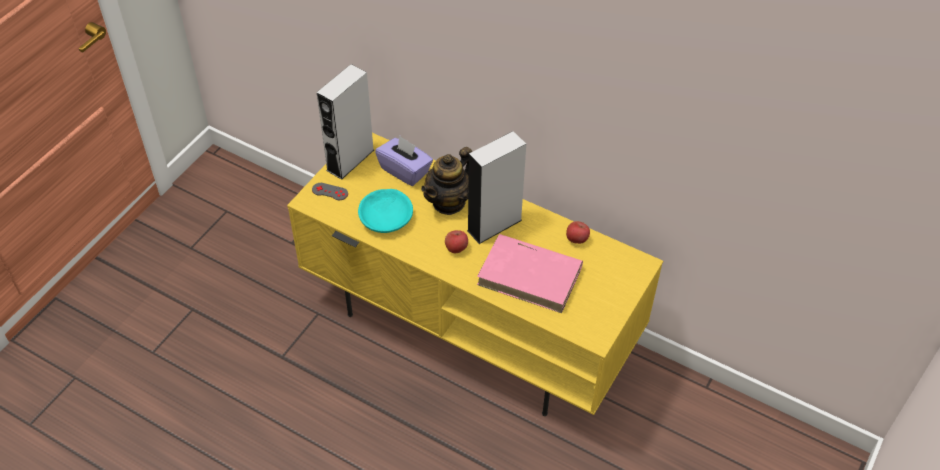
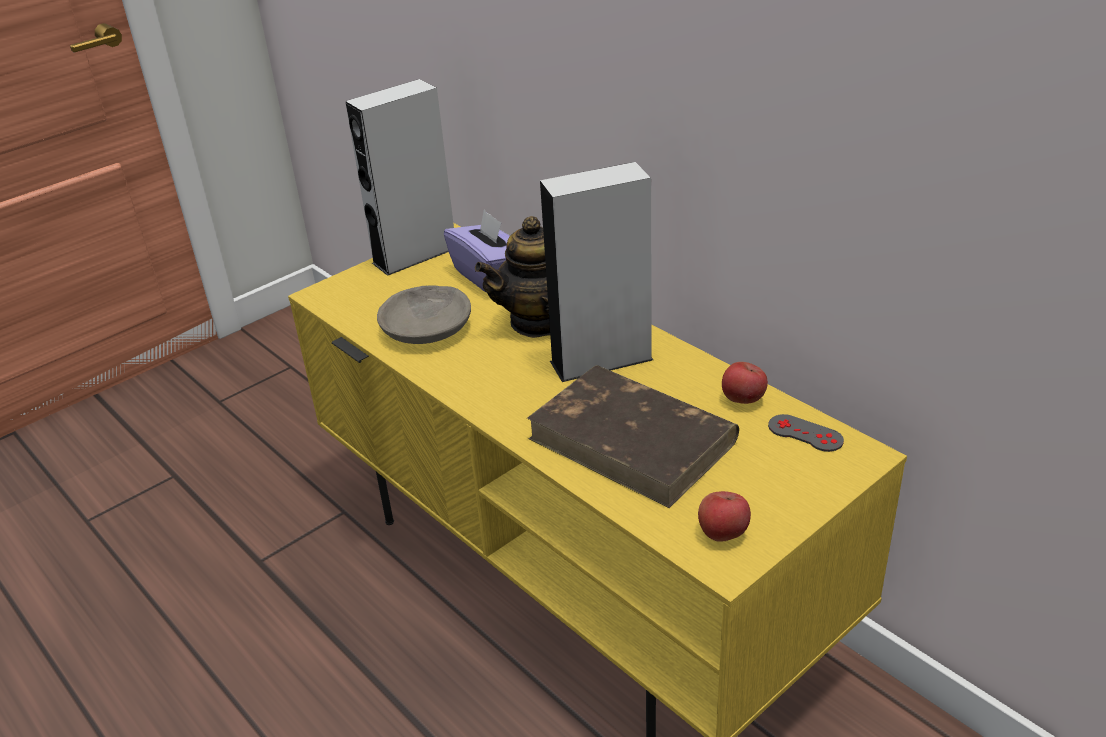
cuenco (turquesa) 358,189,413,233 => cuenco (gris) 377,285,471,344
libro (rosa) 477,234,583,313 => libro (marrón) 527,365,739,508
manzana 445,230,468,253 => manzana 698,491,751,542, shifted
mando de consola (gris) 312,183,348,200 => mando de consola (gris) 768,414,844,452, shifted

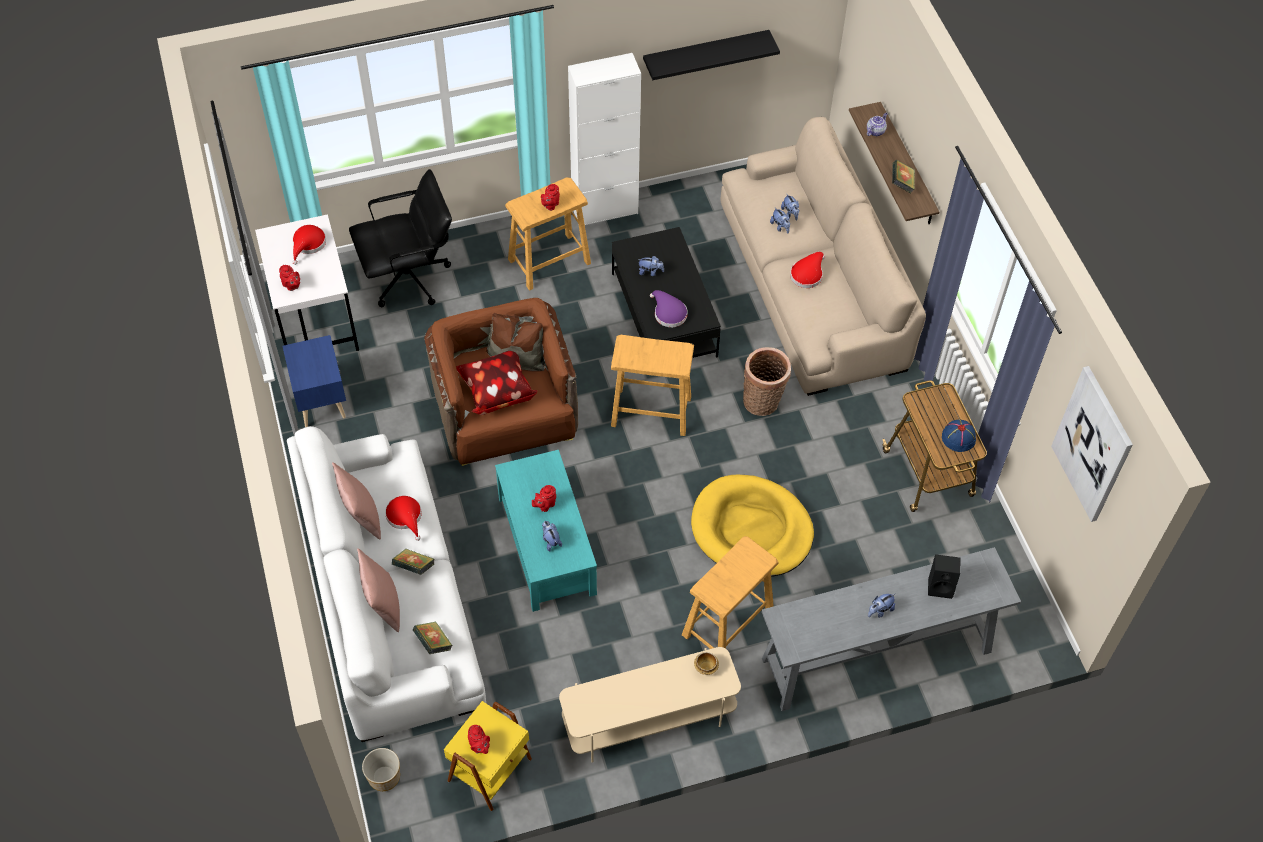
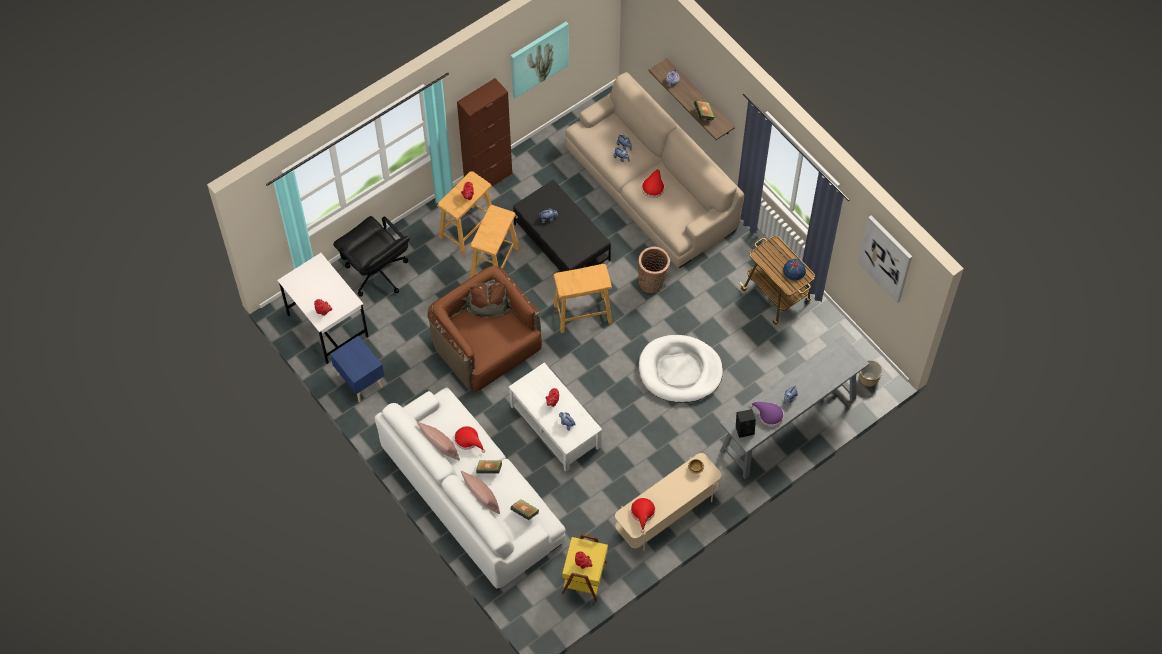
silla de oficina (negro) 349,169,452,307 => silla de oficina (negro) 333,216,410,297, 90 degrees clockwise
armario (blanco) 568,53,641,225 => armario (marrón) 457,78,512,186
taburete (beis) 682,536,779,649 => taburete (beis) 470,205,520,278, shifted
mesa de centro (turquesa) 495,450,597,612 => mesa de centro (blanco) 509,363,602,472
estante (negro) 643,30,780,80 => cuadro 511,22,569,98
sombrero (rojo) 292,225,326,265 => sombrero (rojo) 631,498,655,533, shifted
cama para perro (amarillo) 691,475,814,577 => cama para perro (blanco) 639,335,723,403
altavoz (negro) 928,554,960,599 => altavoz (negro) 736,409,756,438, shifted
sombrero (morado) 650,290,688,327 => sombrero (morado) 750,402,784,427, shifted
maceta 362,748,400,791 => maceta 859,360,883,387, shifted
cojín 456,351,538,415 => nothing

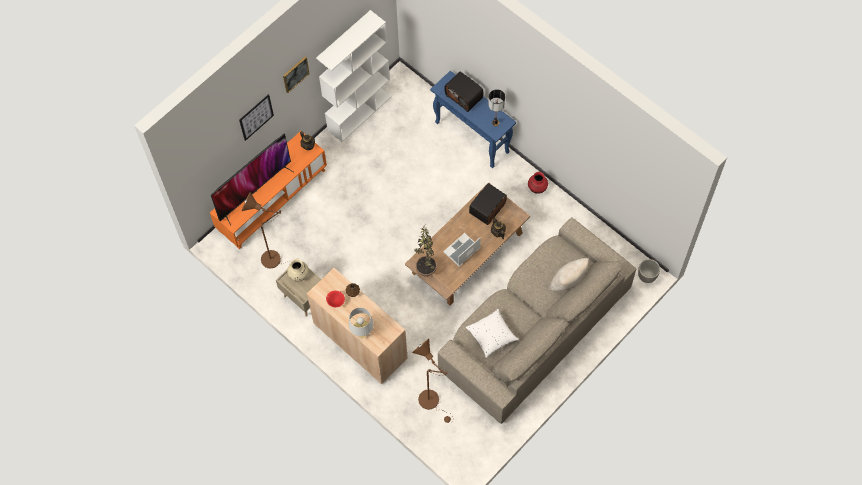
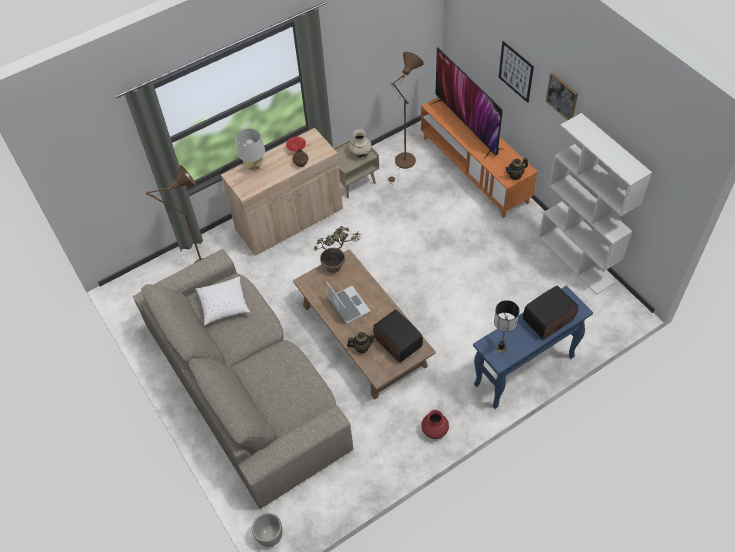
cojín (beis) 549,258,589,291 => nothing

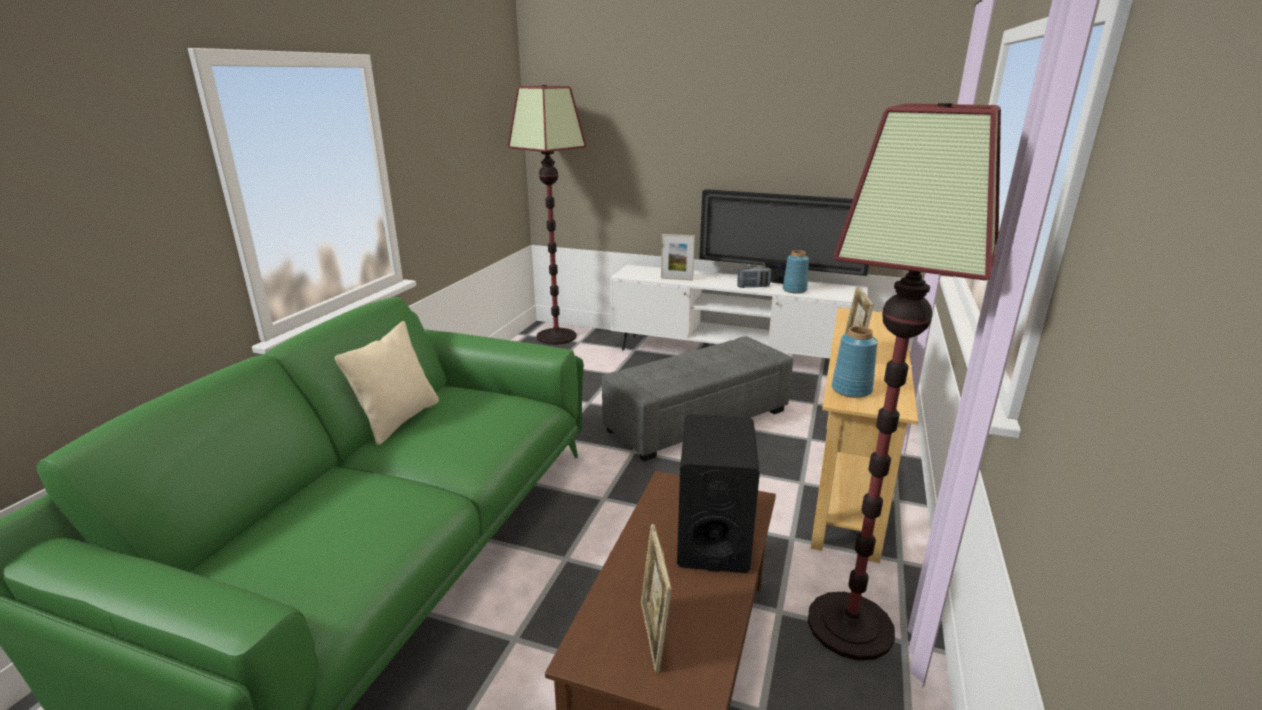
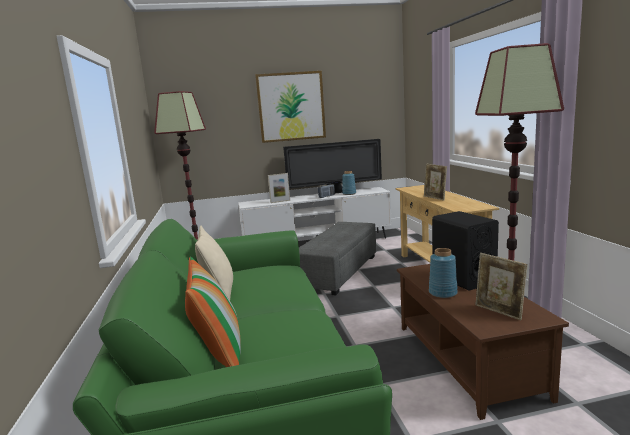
nothing => cojín 185,257,241,367
nothing => cuadro 255,71,326,143
florero (azul) 831,326,878,398 => florero (azul) 429,248,458,298, shifted

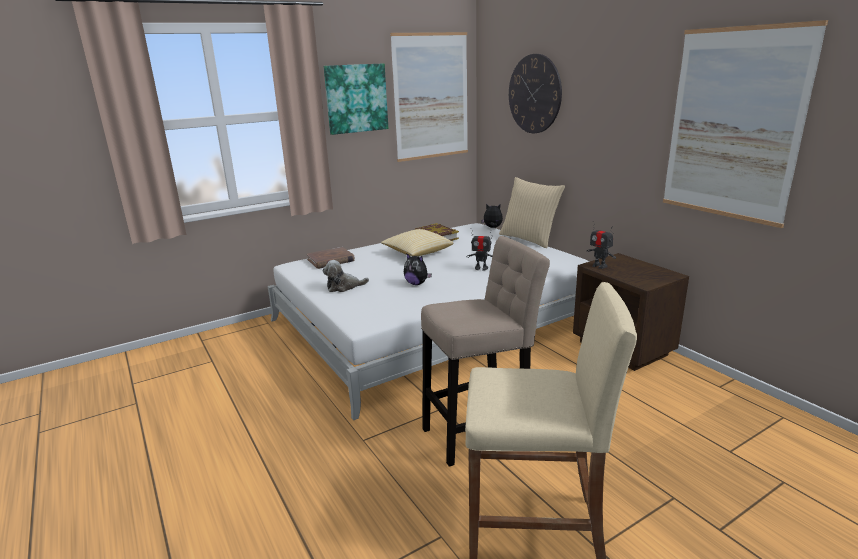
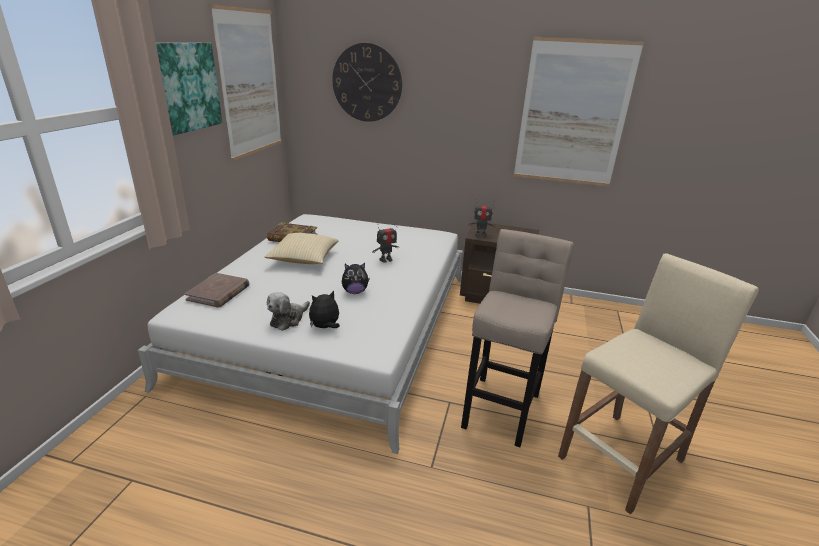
peluche 481,204,503,228 => peluche 309,291,340,328, shifted
cojín (beis) 499,177,565,248 => nothing

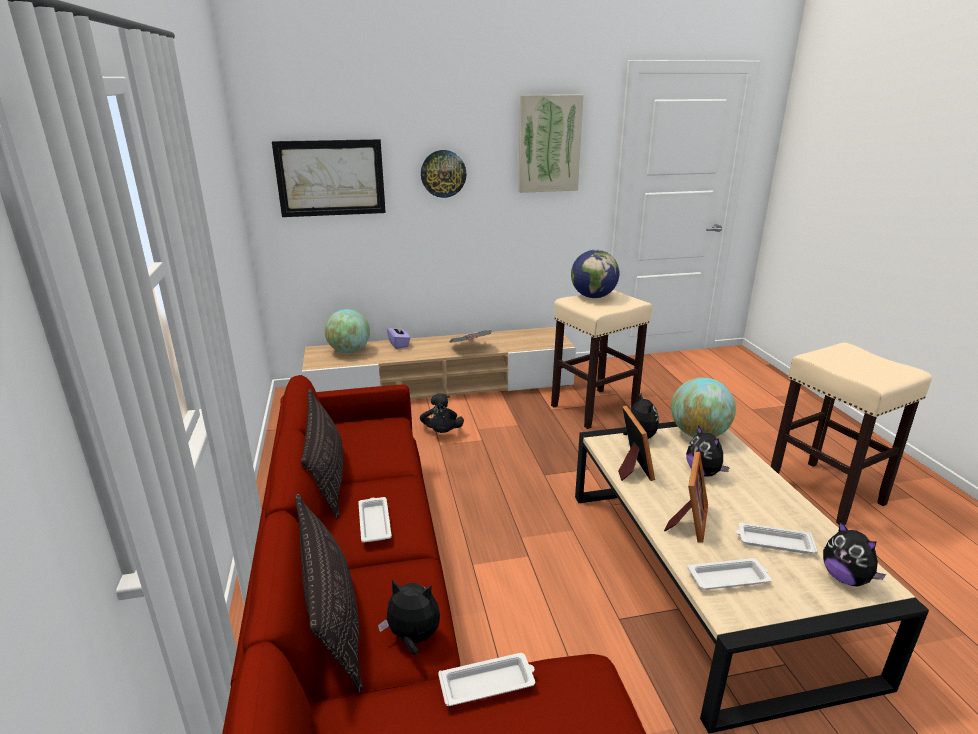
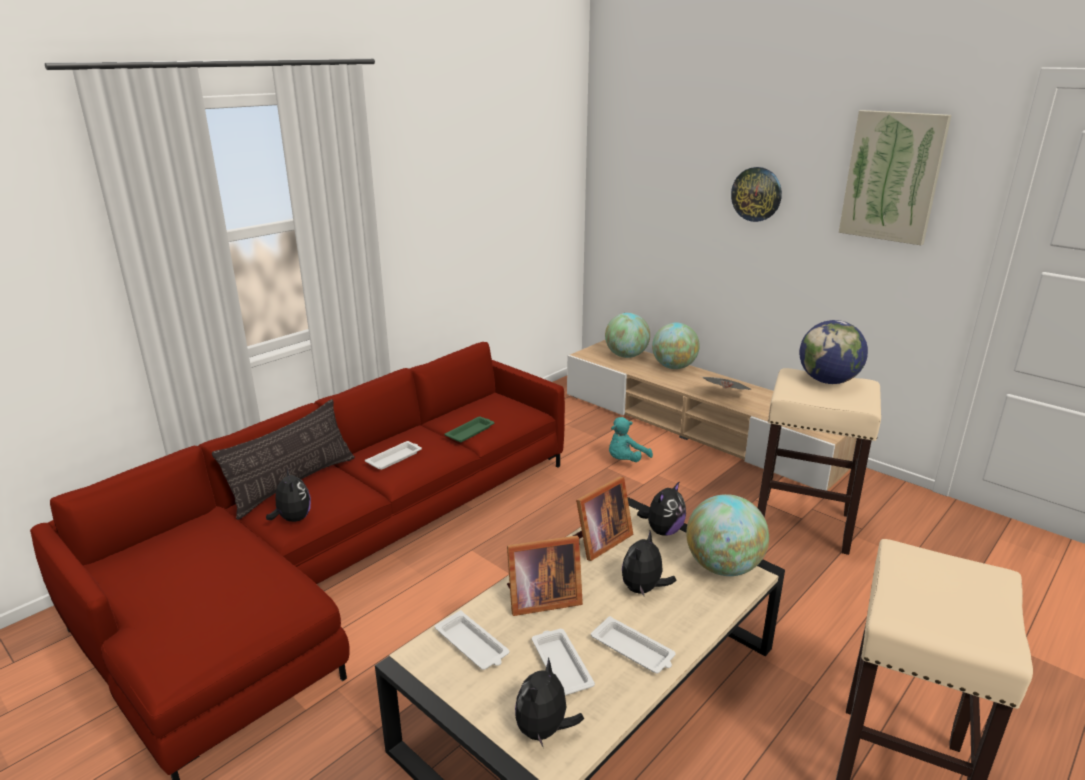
nothing => bandeja (verde) 444,417,494,442
bandeja (blanco) 438,653,535,706 => bandeja (blanco) 591,616,675,673, shifted
peluche (negro) 420,393,464,433 => peluche (turquesa) 609,417,653,462
caja de pañuelos (morado) 387,323,411,349 => globo terráqueo 652,322,700,369
cuadro 272,139,386,217 => nothing
cojín 301,389,343,519 => nothing

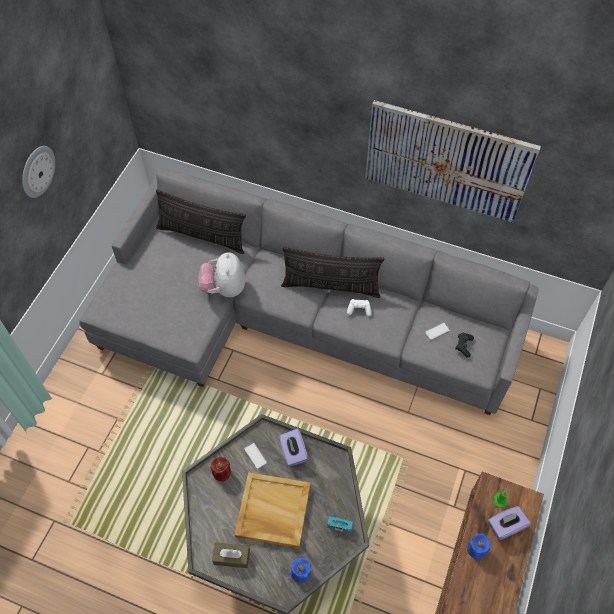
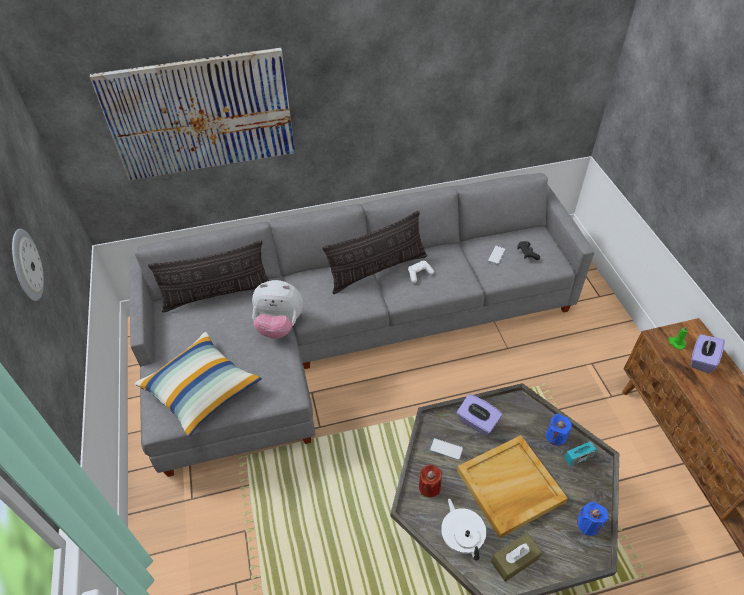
cuadro 365,100,541,222 => cuadro 90,48,295,180, shifted
nothing => cojín 135,332,262,437
peluche 199,252,245,297 => peluche 252,280,303,339, 45 degrees counterclockwise
nothing => tetera (blanco) 441,499,486,561
vela (azul) 467,533,491,559 => vela (azul) 546,414,572,446, shifted

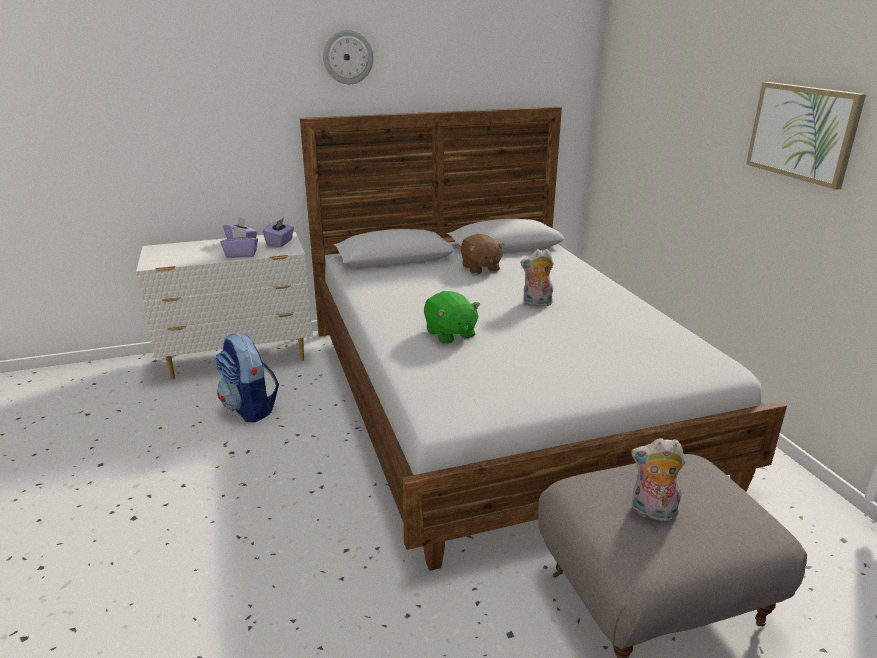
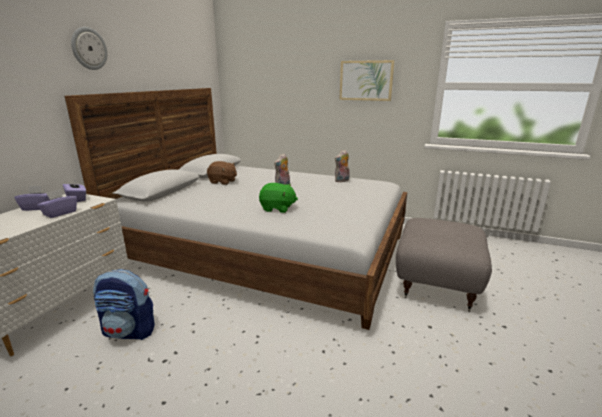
peluche 631,438,686,521 => peluche 335,150,350,183, shifted

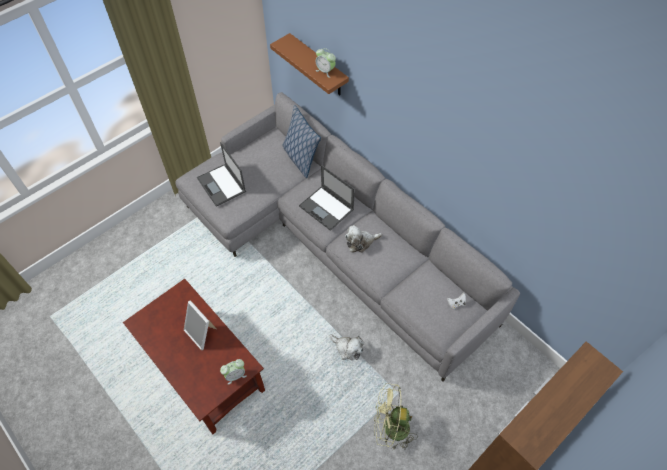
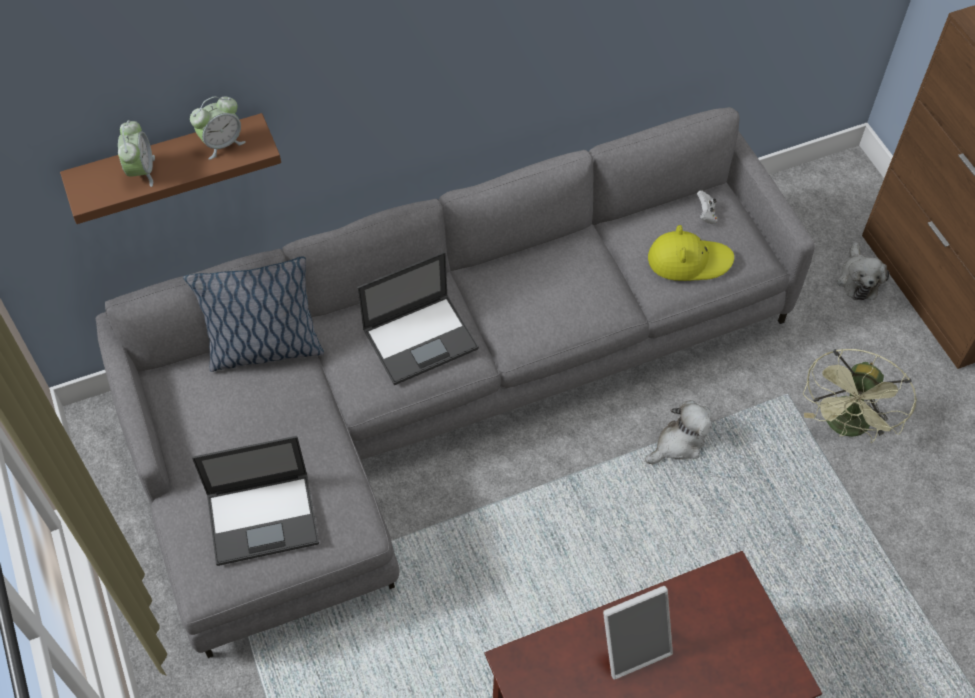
despertador 220,359,247,384 => despertador 118,120,155,187, shifted
nothing => sombrero (amarillo) 648,225,734,281
peluche 345,225,383,253 => peluche 837,242,889,300, shifted

